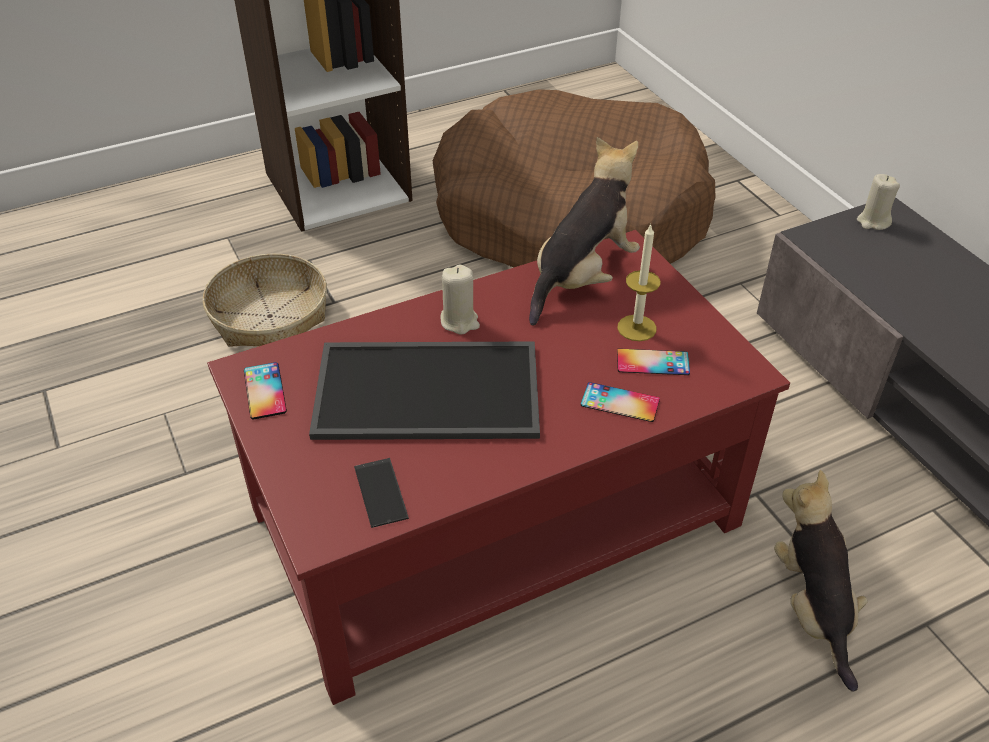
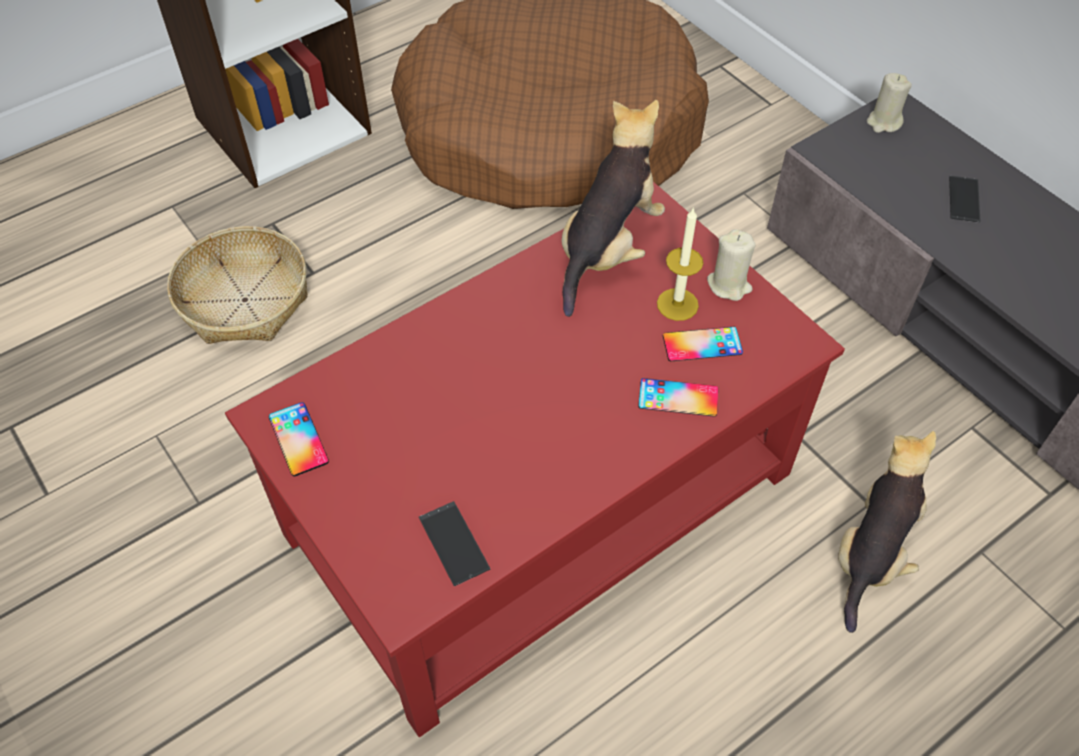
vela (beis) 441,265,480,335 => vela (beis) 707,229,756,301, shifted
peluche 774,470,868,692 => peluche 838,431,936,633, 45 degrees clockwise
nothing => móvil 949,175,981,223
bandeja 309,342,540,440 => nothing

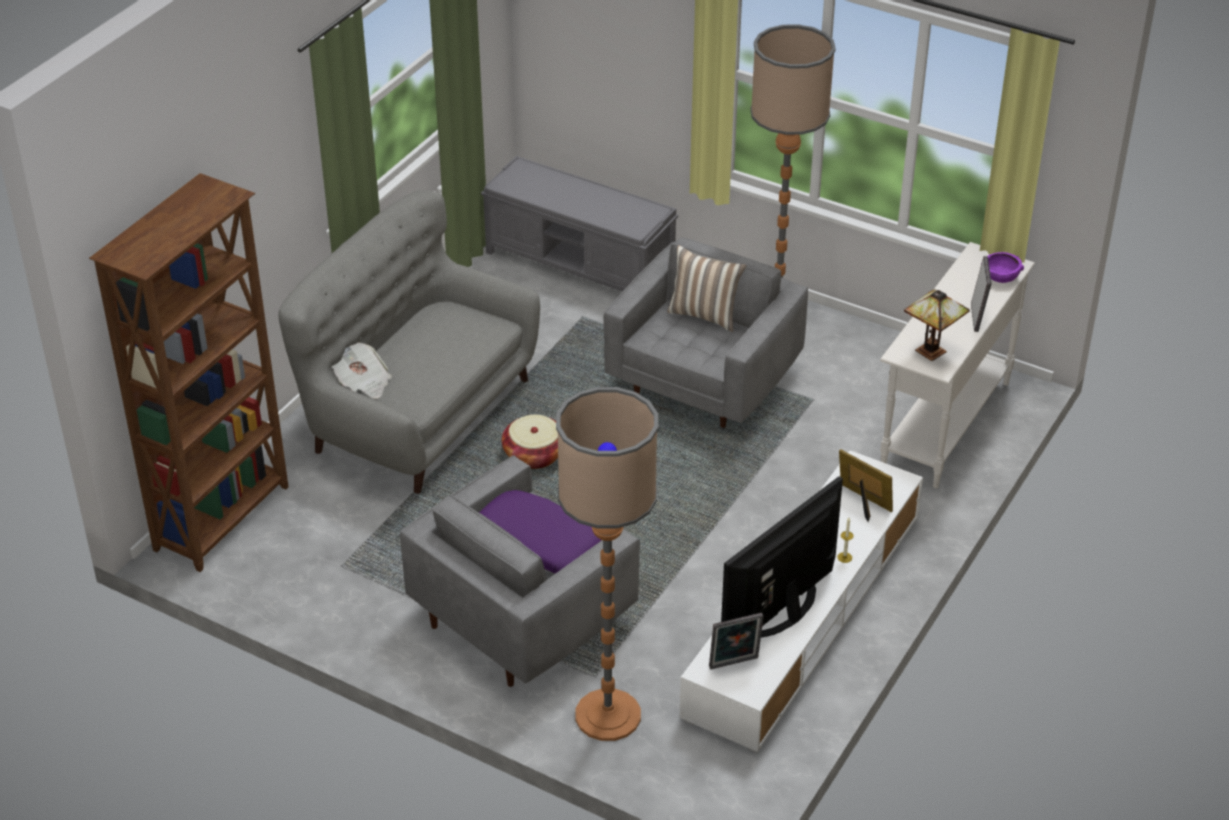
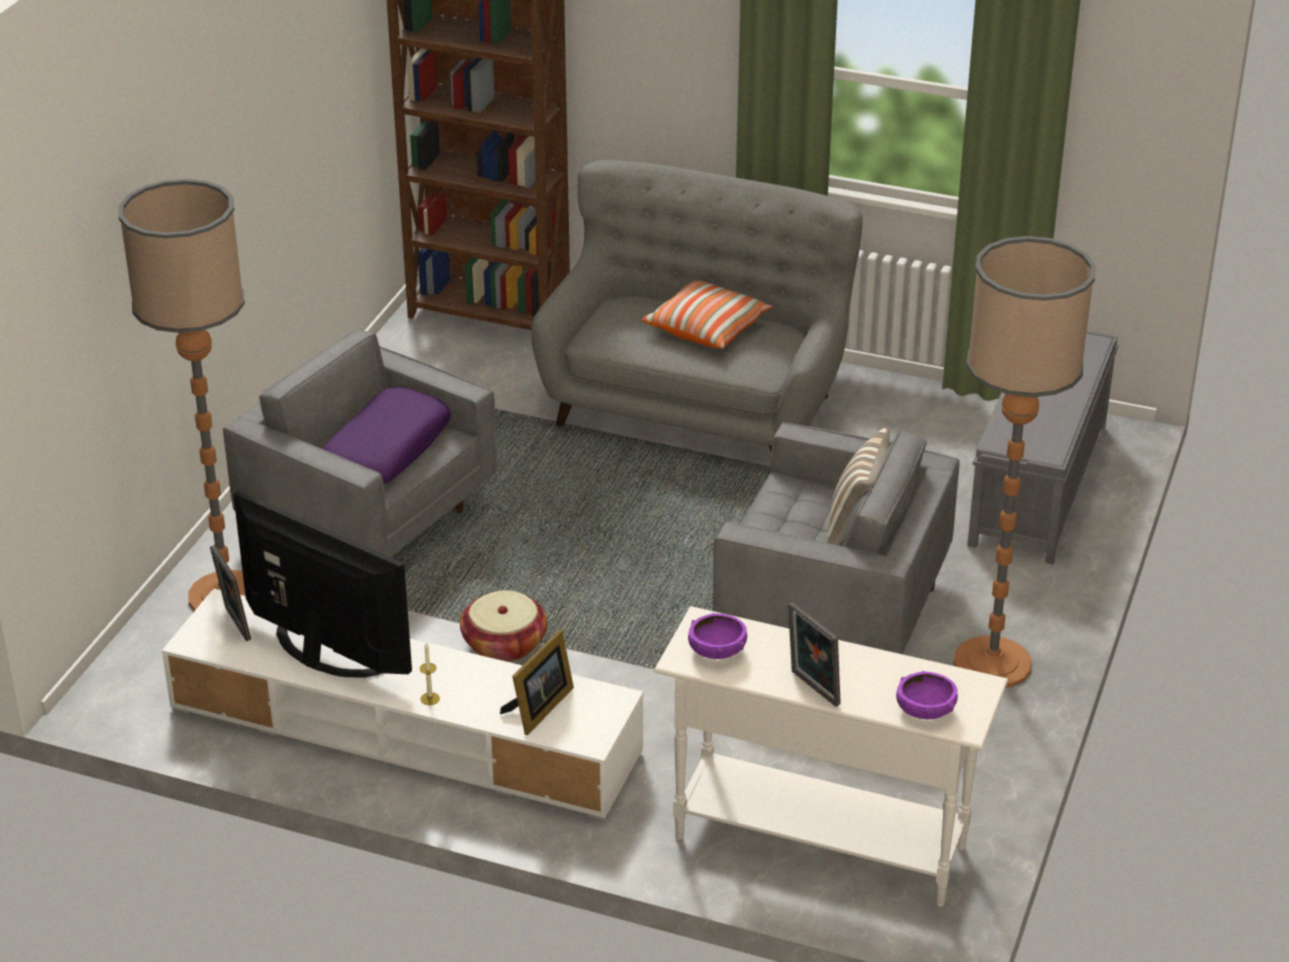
cesta 502,415,558,469 => cesta 460,590,547,662, shifted
nothing => cojín 642,281,772,349
lámpara de mesa 904,289,970,361 => cuenco (morado) 688,613,747,659
portarretratos 971,256,992,332 => portarretratos 788,602,841,707, 60 degrees clockwise
periódico 332,342,392,399 => nothing

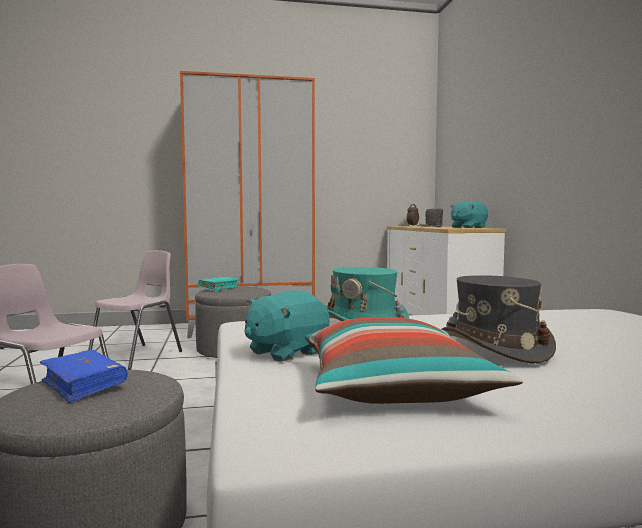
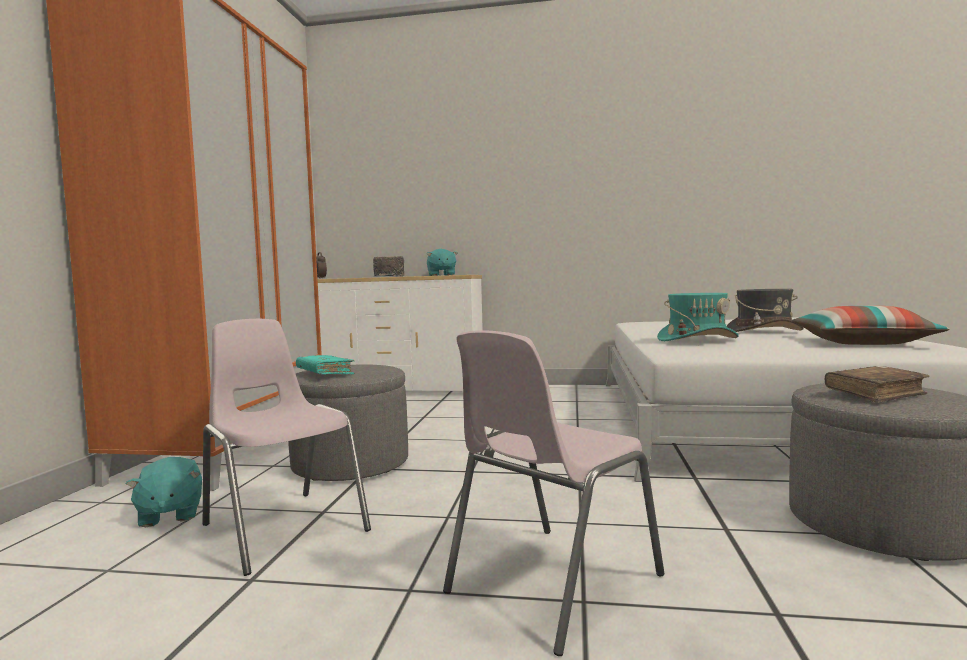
peluche (turquesa) 245,290,330,362 => peluche (turquesa) 126,457,202,527, shifted
libro (azul) 40,350,128,403 => libro (marrón) 825,366,930,403

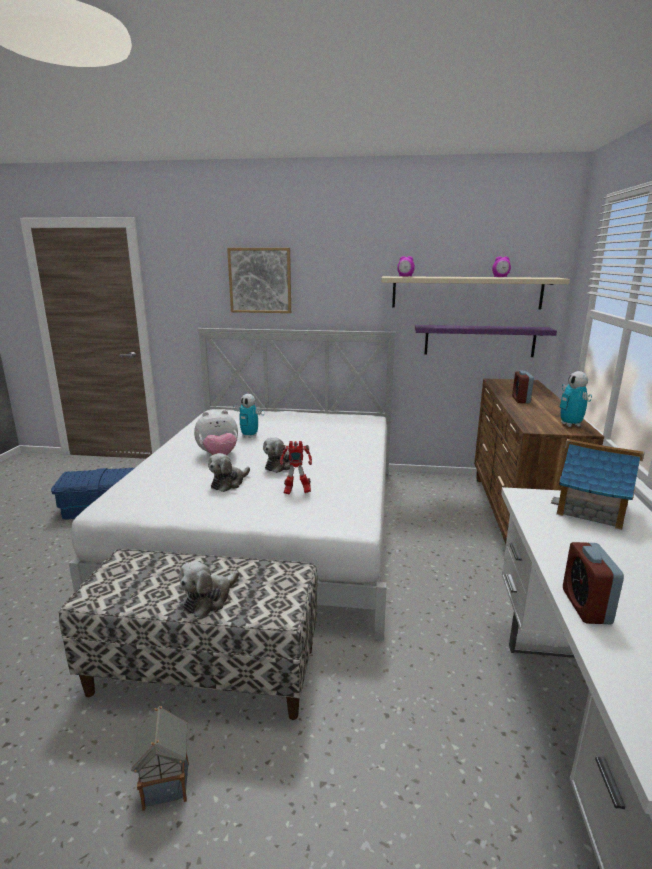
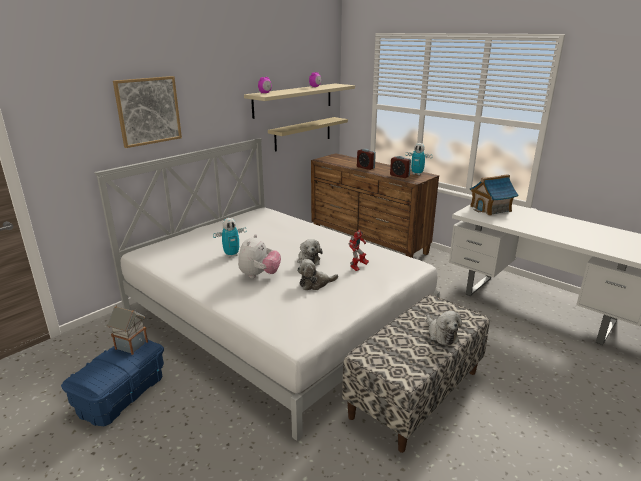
casita 131,706,189,811 => casita 107,305,148,355, shifted
estante (morado) 415,325,557,357 => estante (beis) 268,117,348,152
peluche 208,453,250,492 => peluche 297,259,338,290, 90 degrees clockwise
despertador 563,542,624,624 => despertador 390,156,411,178, shifted

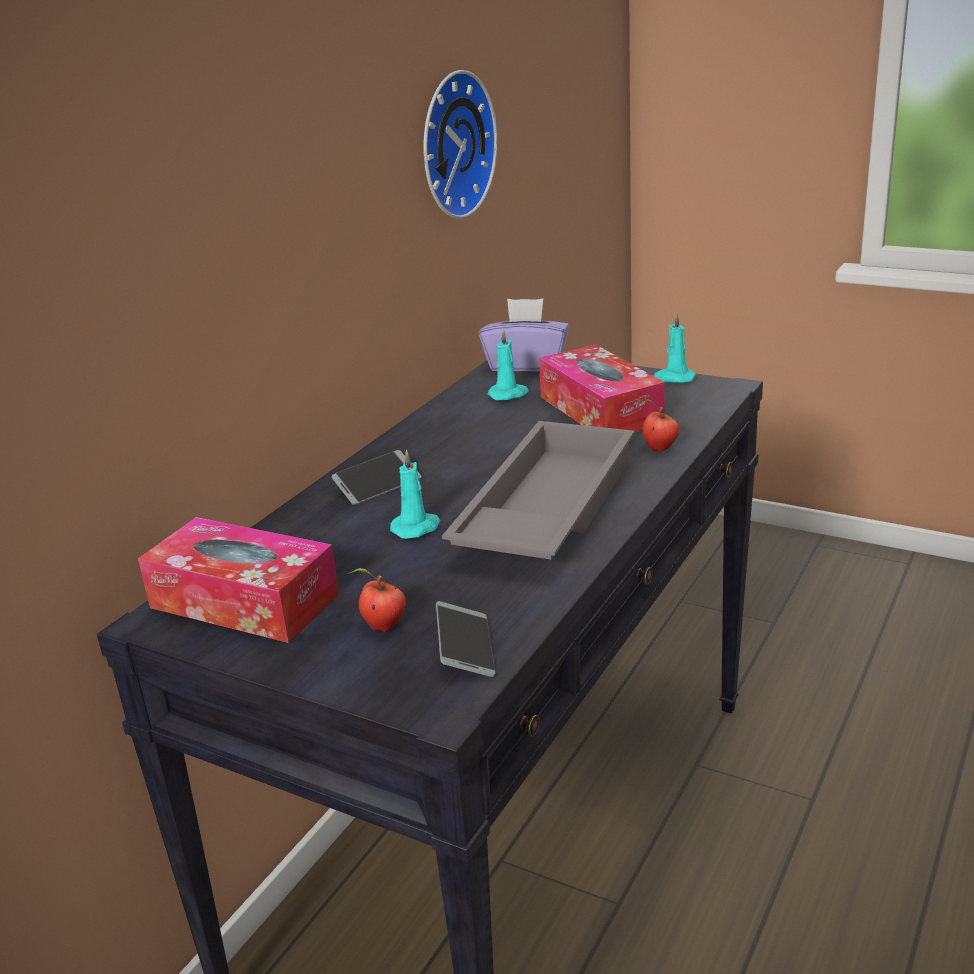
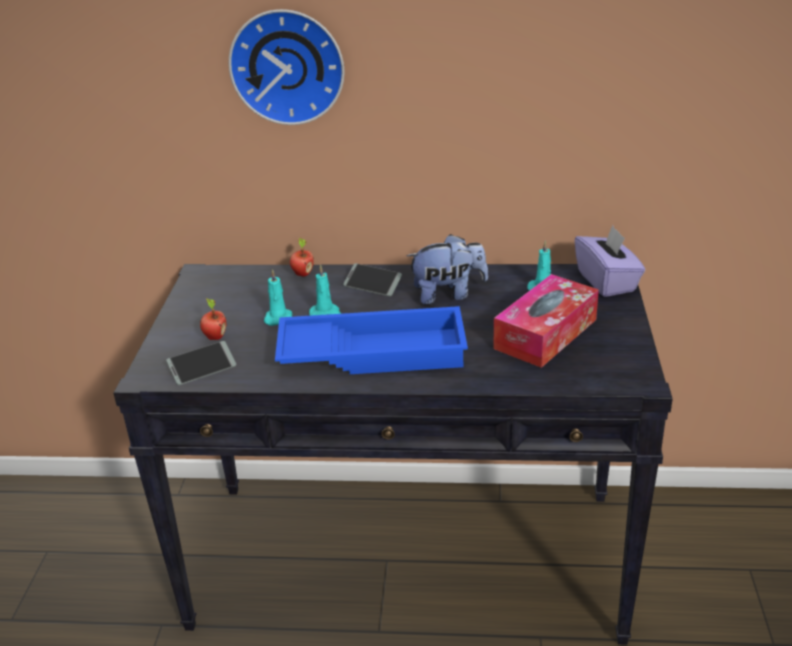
reloj de pared 423,70,497,219 => reloj de pared 229,9,344,125, shifted
vela (turquesa) 653,312,696,383 => vela (turquesa) 264,269,292,326, shifted
bandeja (gris) 442,421,635,559 => bandeja (azul) 275,306,468,374
manzana 639,399,679,452 => manzana 290,238,314,277, shifted
nothing => peluche 407,234,488,305
caja de pañuelos 138,517,339,643 => nothing

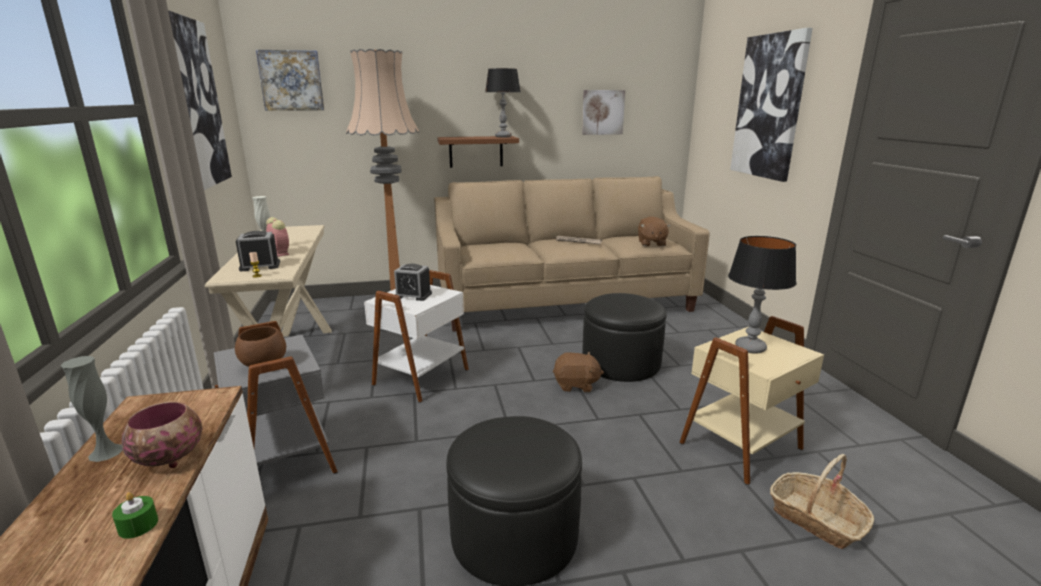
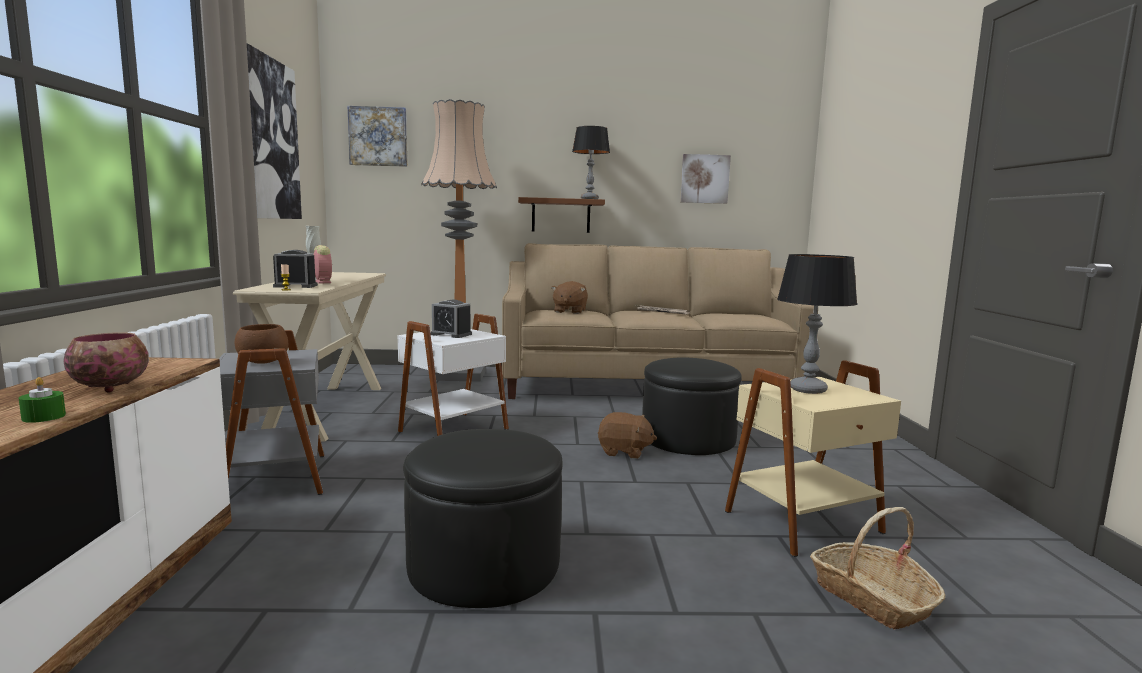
peluche (marrón) 638,217,671,247 => peluche (marrón) 551,281,588,314, shifted
florero (gris) 61,356,123,462 => nothing
cuadro 730,28,813,182 => nothing

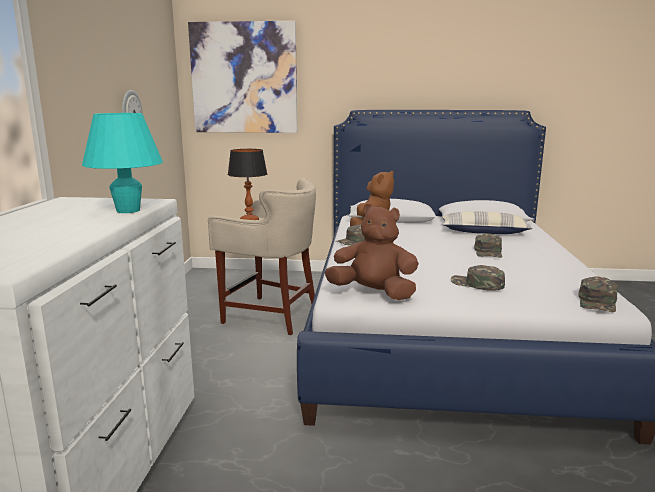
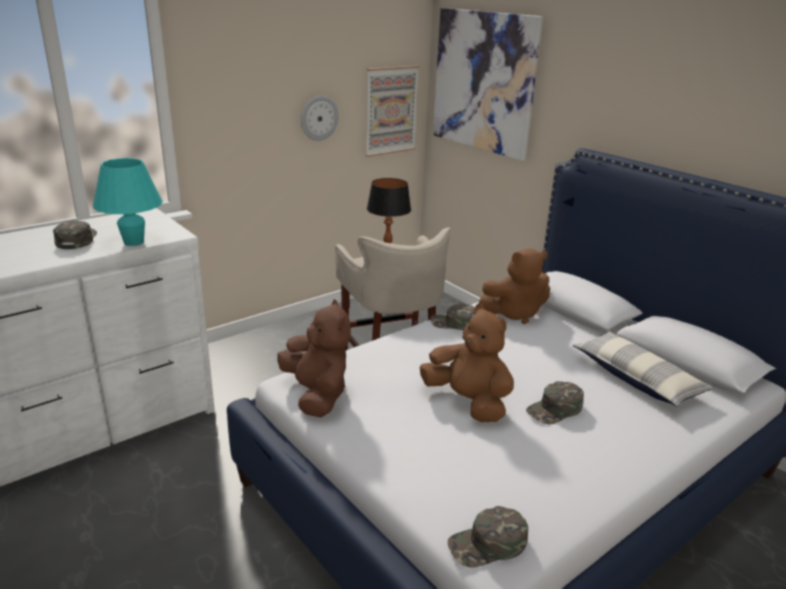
gorra (verde) 451,265,505,291 => gorra (verde) 53,220,97,249, shifted
nothing => cuadro 366,66,419,157
nothing => peluche (marrón) 420,304,514,422

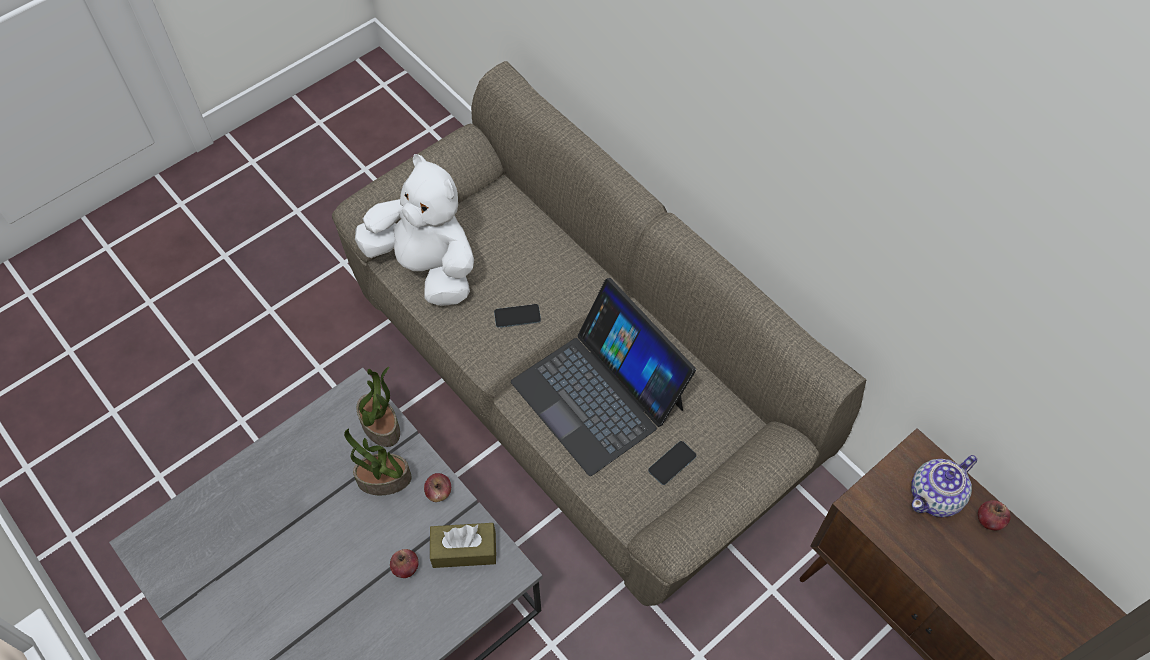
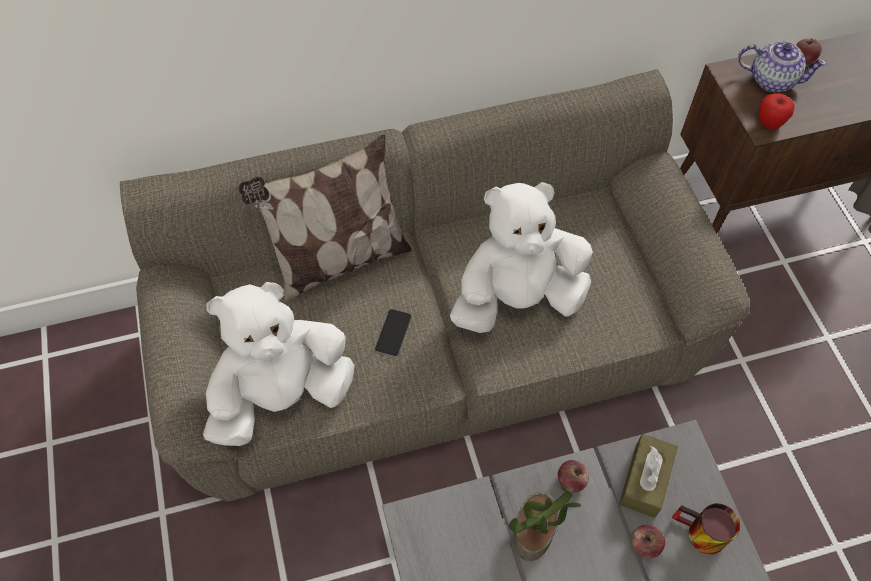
nothing => cojín 238,134,412,303
portátil 511,278,696,476 => peluche (blanco) 450,182,593,333
nothing => taza grande 672,503,740,554
tetera 911,455,977,517 => tetera 738,41,827,92, 60 degrees counterclockwise
nothing => manzana 759,94,795,129
planta en maceta 356,367,400,447 => nothing
móvil 648,441,696,485 => nothing

